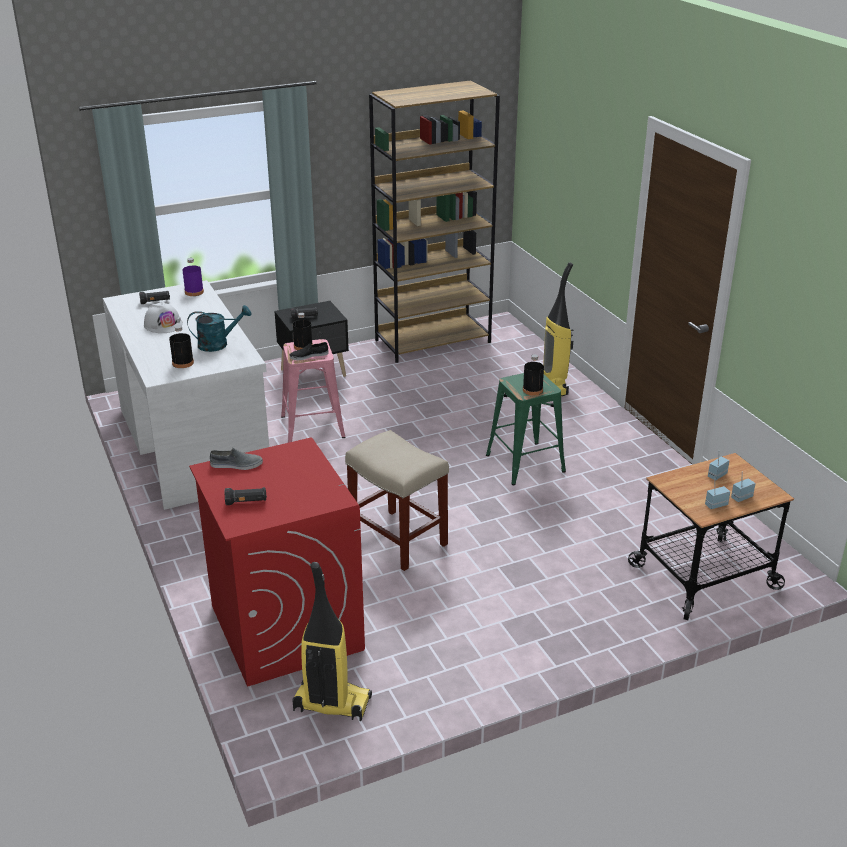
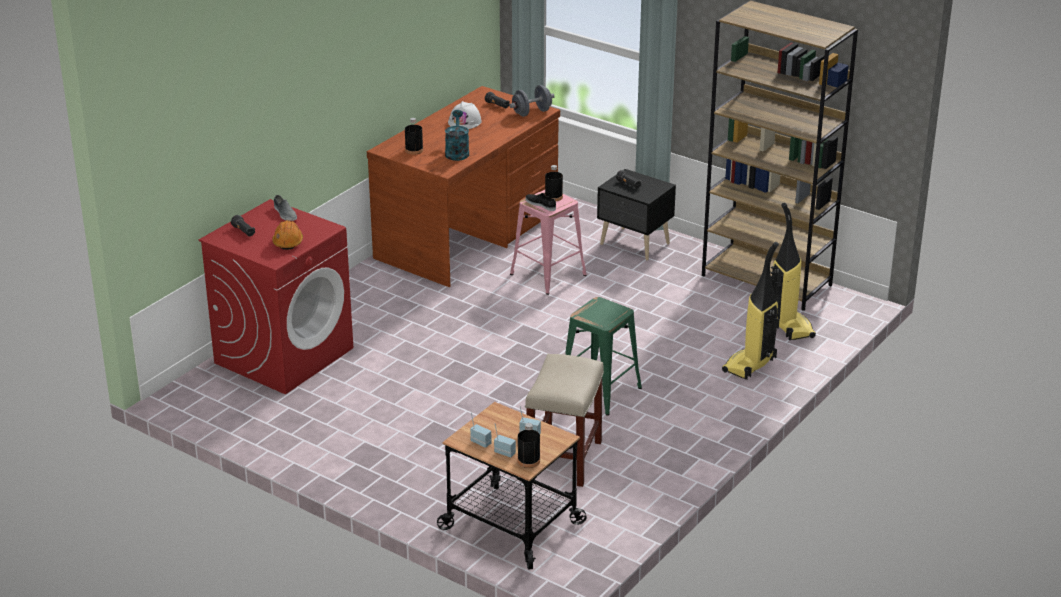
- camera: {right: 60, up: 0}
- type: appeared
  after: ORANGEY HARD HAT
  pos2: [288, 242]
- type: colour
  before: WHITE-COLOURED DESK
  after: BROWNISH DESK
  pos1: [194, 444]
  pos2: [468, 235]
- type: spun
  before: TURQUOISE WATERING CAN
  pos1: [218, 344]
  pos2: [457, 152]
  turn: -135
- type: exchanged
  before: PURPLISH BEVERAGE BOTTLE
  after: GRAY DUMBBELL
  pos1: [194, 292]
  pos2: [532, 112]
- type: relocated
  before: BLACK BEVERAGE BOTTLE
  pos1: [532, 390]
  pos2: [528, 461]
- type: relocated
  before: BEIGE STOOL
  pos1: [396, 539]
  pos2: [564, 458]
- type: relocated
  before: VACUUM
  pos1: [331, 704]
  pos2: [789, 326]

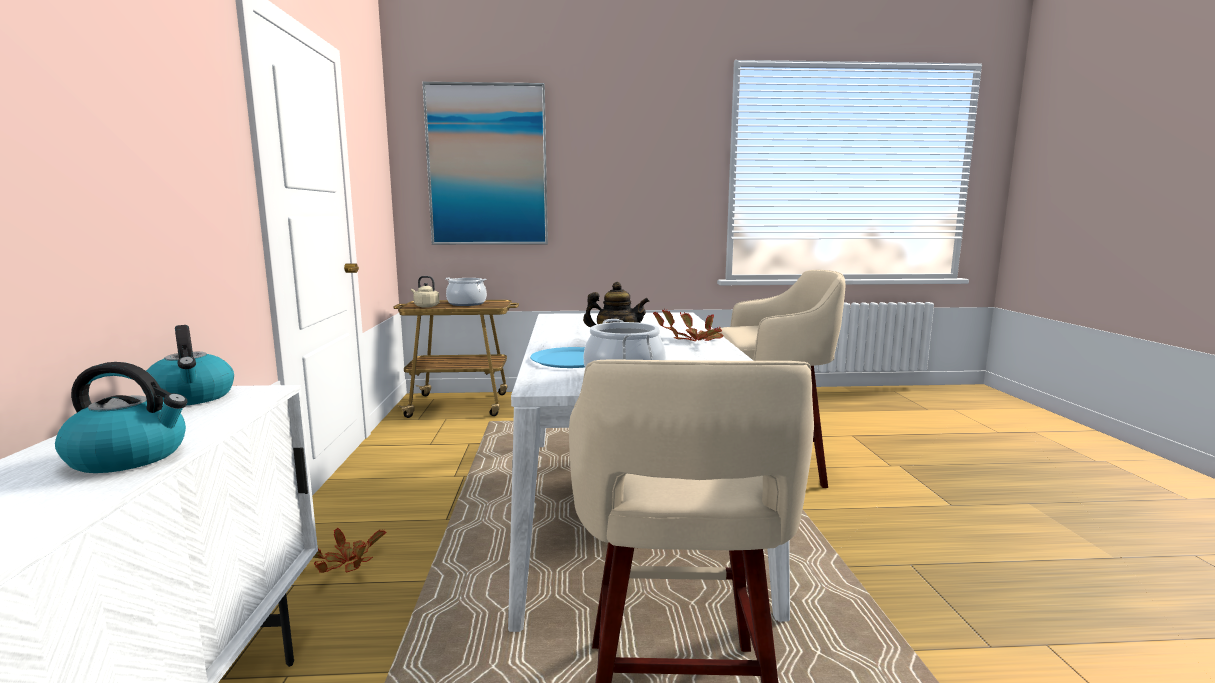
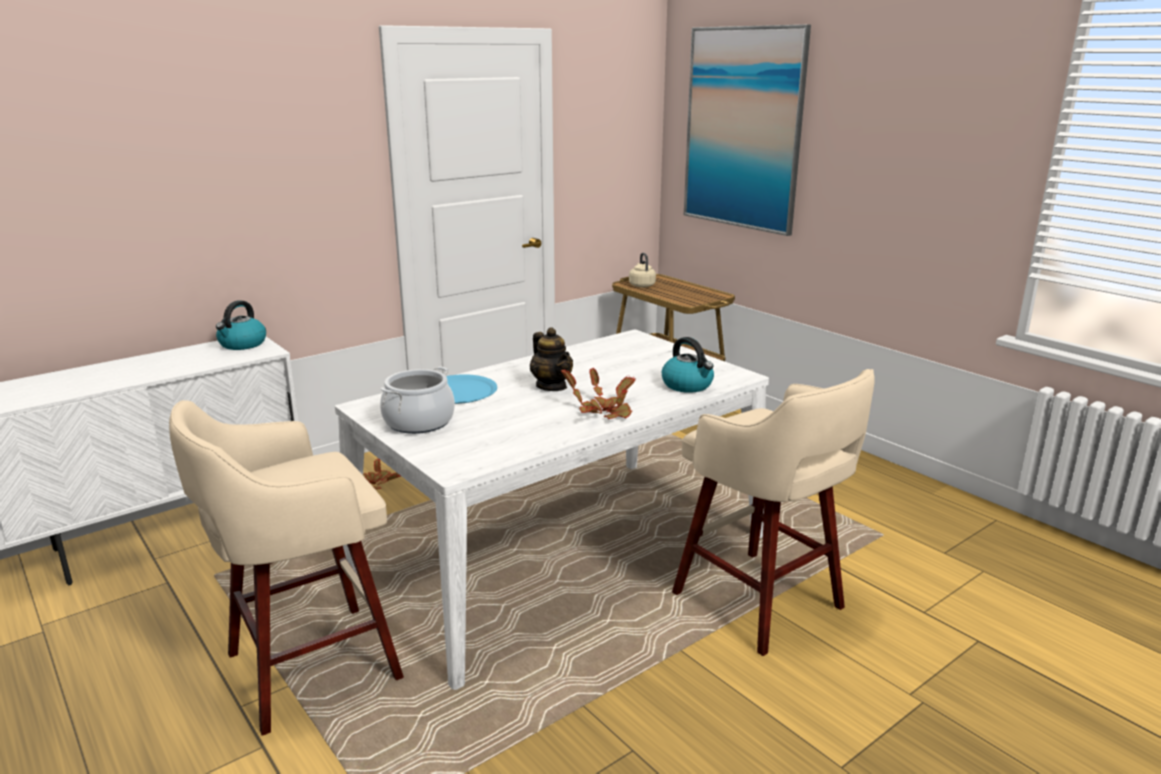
- camera: {right: 55, up: 10}
- type: relocated
  before: KETTLE
  pos1: [130, 457]
  pos2: [688, 385]
- type: missing
  before: SAUCEPOT
  pos1: [467, 304]

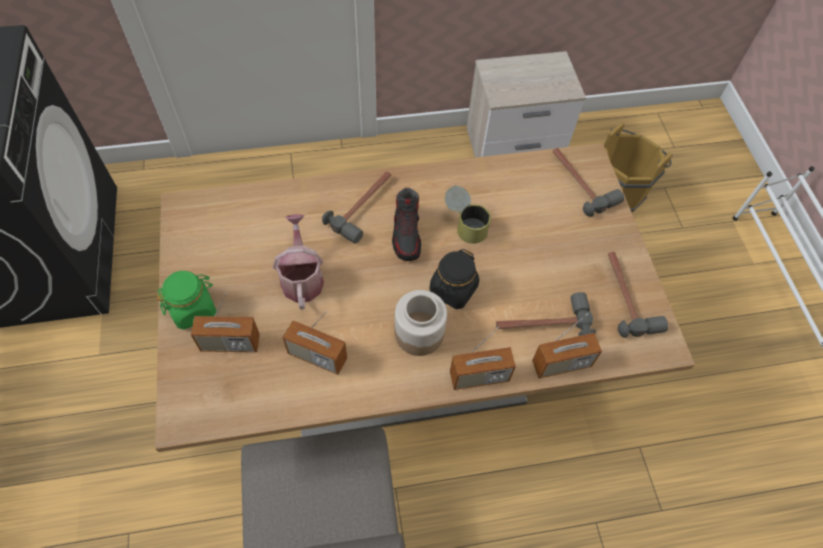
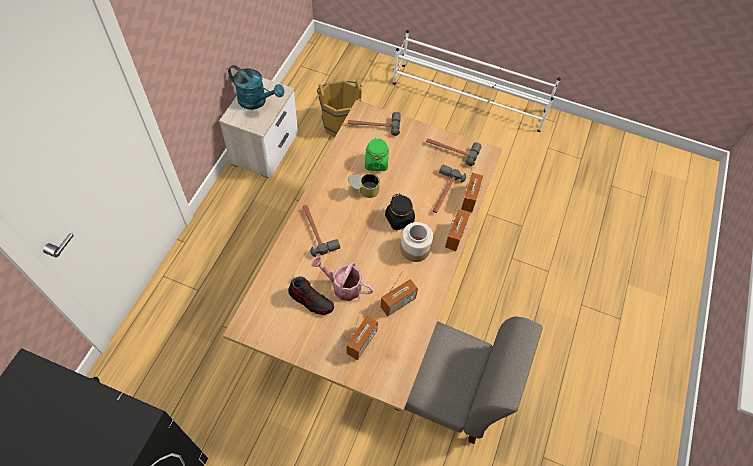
- camera: {right: -60, up: 0}
- type: appeared
  after: TURQUOISE WATERING CAN
  pos2: [256, 101]
- type: relocated
  before: LOW SHOE
  pos1: [407, 234]
  pos2: [311, 300]
- type: relocated
  before: GREEN-COLOURED JAR
  pos1: [193, 309]
  pos2: [376, 162]

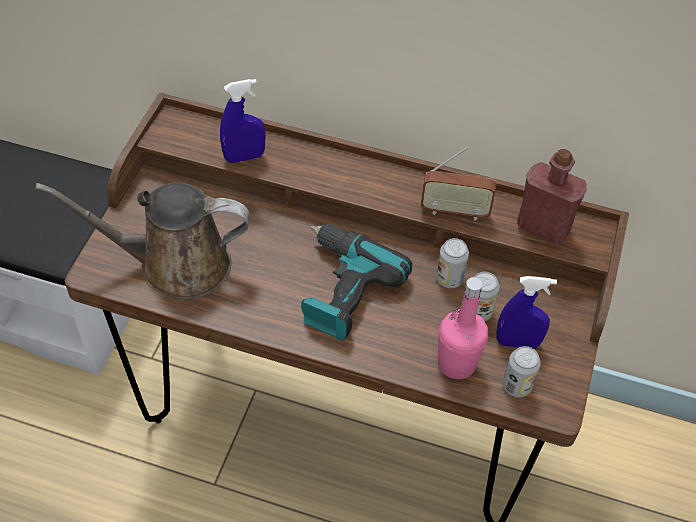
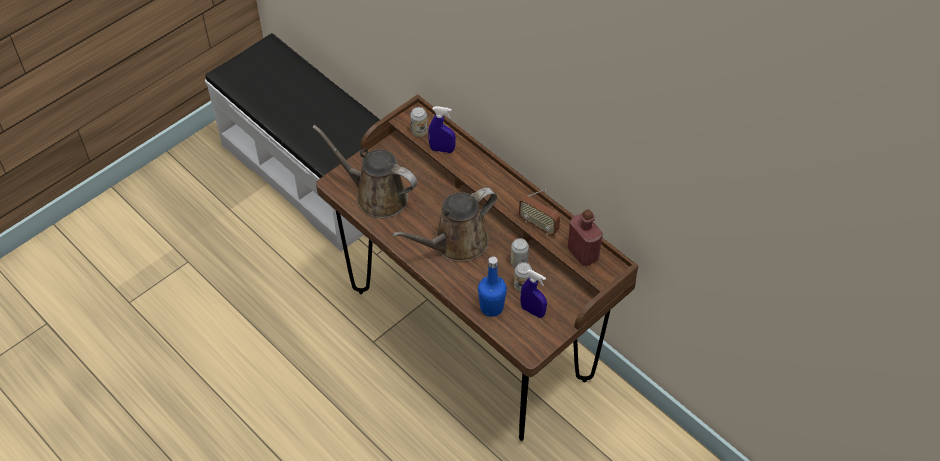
- camera: {right: 30, up: 0}
- type: exchanged
  before: ELECTRIC DRILL
  after: BROWNISH WATERING CAN
  pos1: [341, 289]
  pos2: [456, 243]
- type: relocated
  before: METAL CAN
  pos1: [516, 386]
  pos2: [419, 132]
- type: colour
  before: PINK BEVERAGE BOTTLE
  after: BLUE BEVERAGE BOTTLE
  pos1: [456, 363]
  pos2: [491, 307]

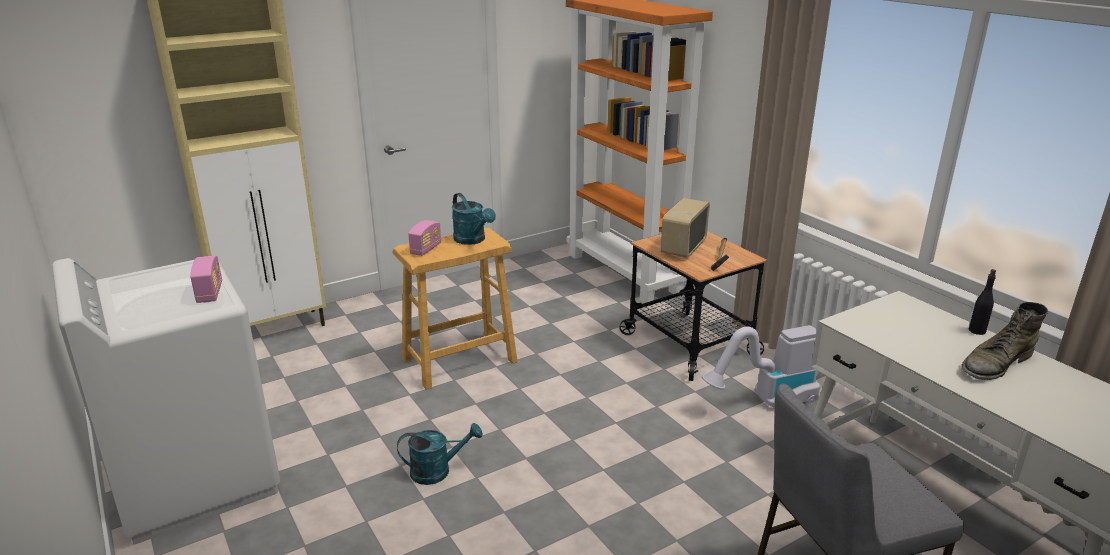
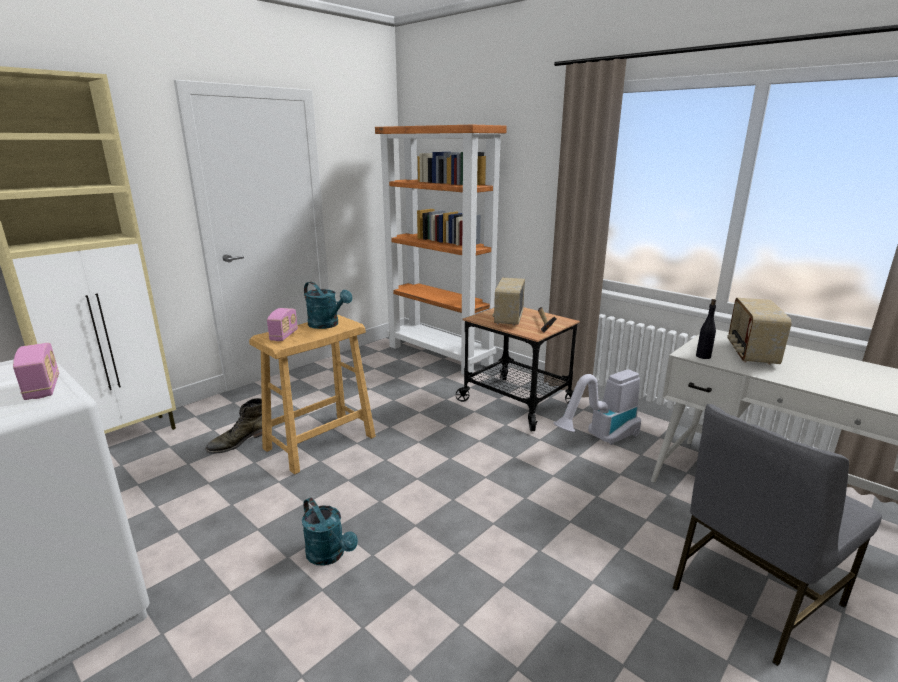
- camera: {right: -15, up: -5}
- type: relocated
  before: GREEN-COLOURED HIGH-TOP BOOT
  pos1: [995, 364]
  pos2: [239, 441]
- type: spun
  before: TURQUOISE WATERING CAN
  pos1: [438, 471]
  pos2: [329, 555]
  turn: 75
- type: relocated
  before: BLACK BEVERAGE BOTTLE
  pos1: [977, 331]
  pos2: [703, 356]
- type: appeared
  after: RADIO
  pos2: [750, 354]

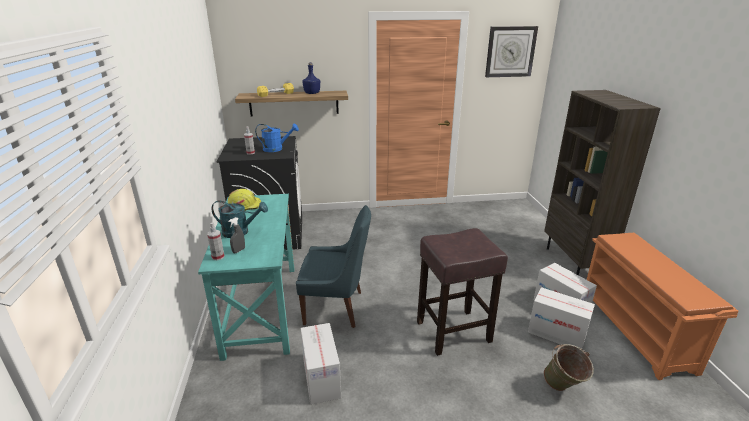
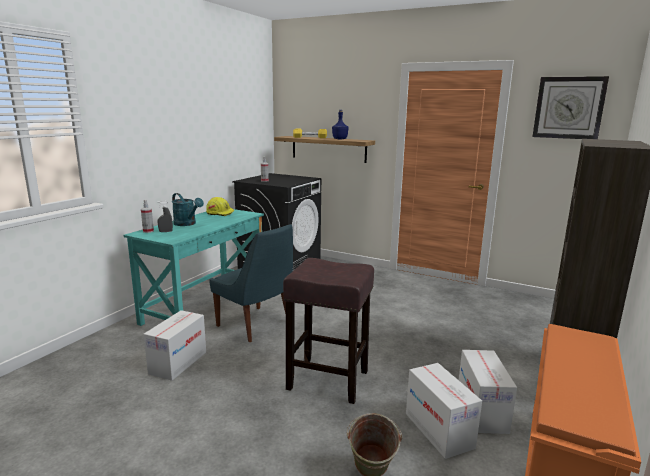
- camera: {right: 35, up: -10}
- type: missing
  before: BLUE WATERING CAN
  pos1: [276, 149]

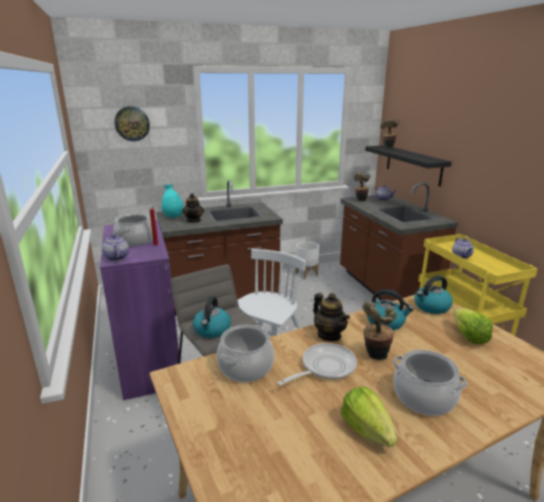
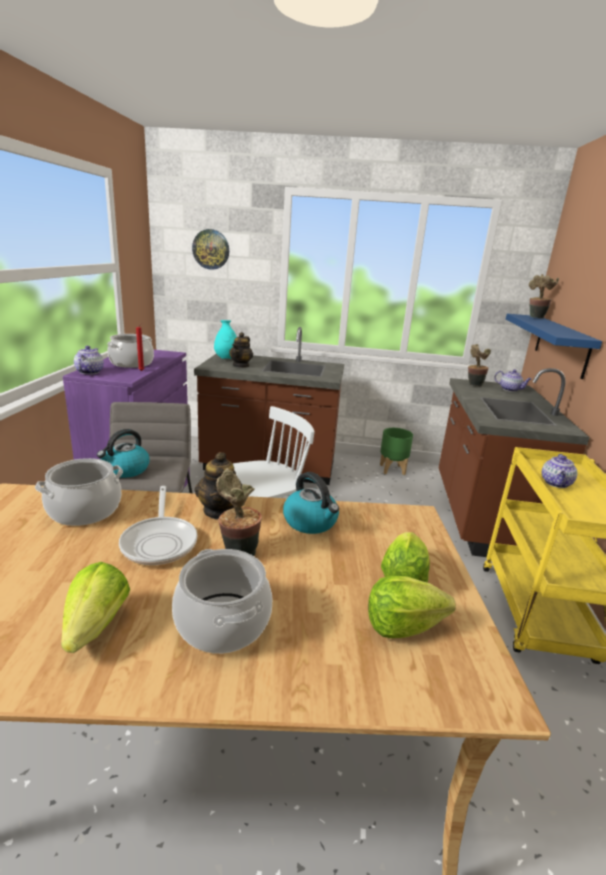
- camera: {right: 25, up: 0}
- type: spun
  before: SKILLET
  pos1: [324, 367]
  pos2: [160, 541]
  turn: 90
- type: appeared
  after: LETTUCE
  pos2: [402, 626]
- type: colour
  before: WHITE-COLOURED PLANTER
  after: GREEN-COLOURED PLANTER
  pos1: [307, 273]
  pos2: [392, 469]
- type: colour
  before: BLACK WALL SHELF
  after: BLUE WALL SHELF
  pos1: [413, 164]
  pos2: [561, 345]
- type: missing
  before: KETTLE
  pos1: [431, 307]

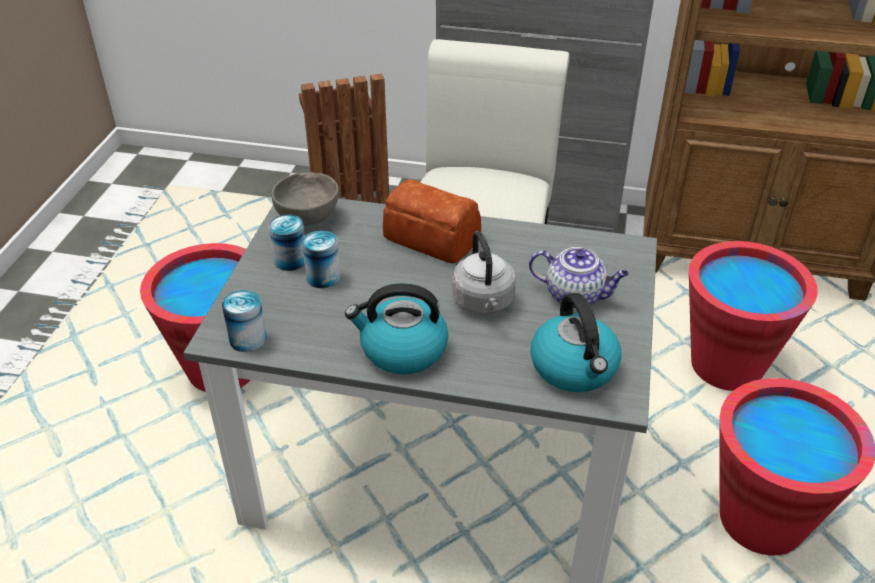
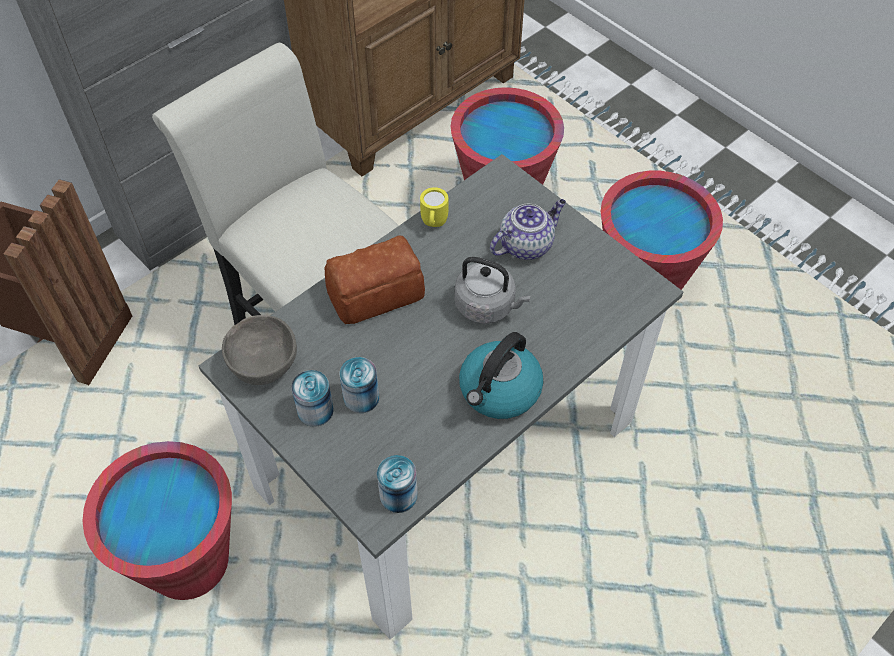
- camera: {right: -55, up: 15}
- type: appeared
  after: YELLOWISH MUG
  pos2: [434, 224]
- type: missing
  before: KETTLE
  pos1: [574, 368]

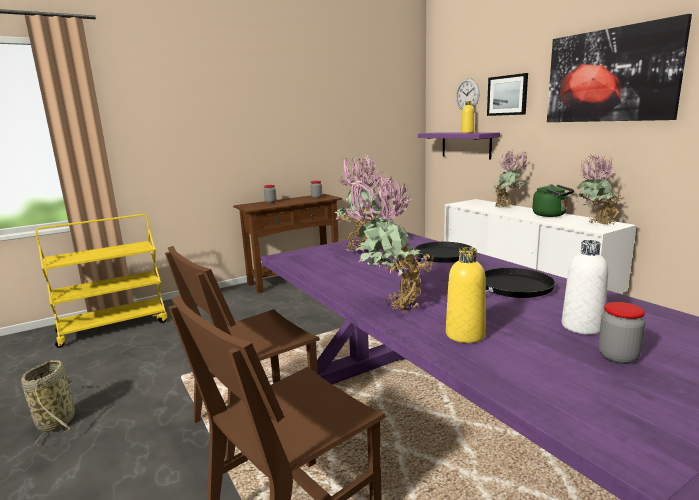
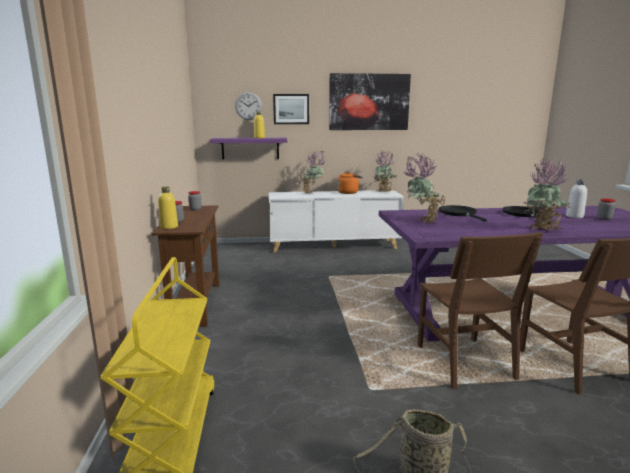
- camera: {right: -65, up: 0}
- type: relocated
  before: YELLOWISH BEVERAGE BOTTLE
  pos1: [465, 335]
  pos2: [169, 227]
- type: colour
  before: GREEN-COLOURED KETTLE
  after: ORANGEY KETTLE
  pos1: [551, 215]
  pos2: [349, 192]

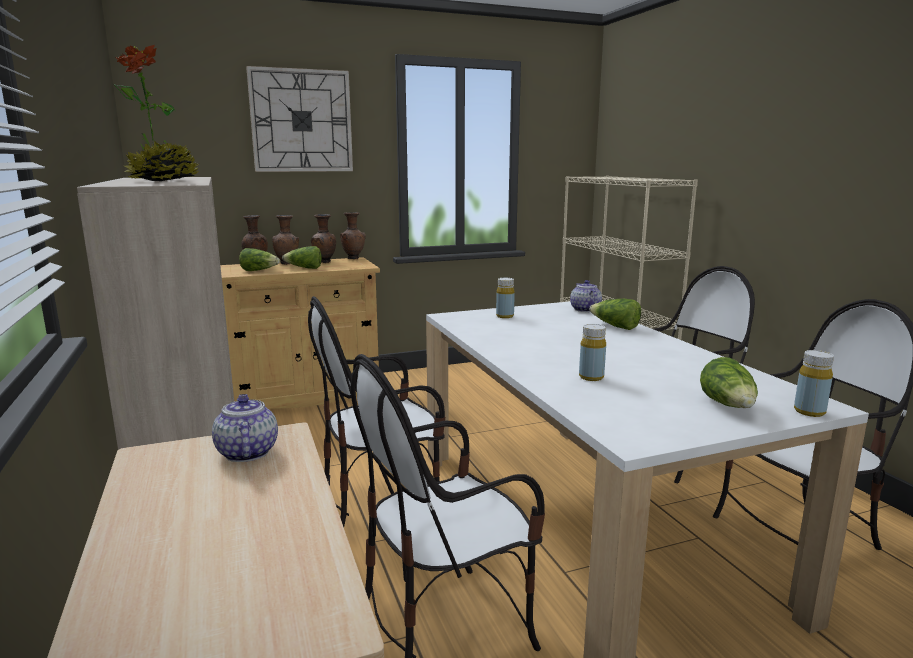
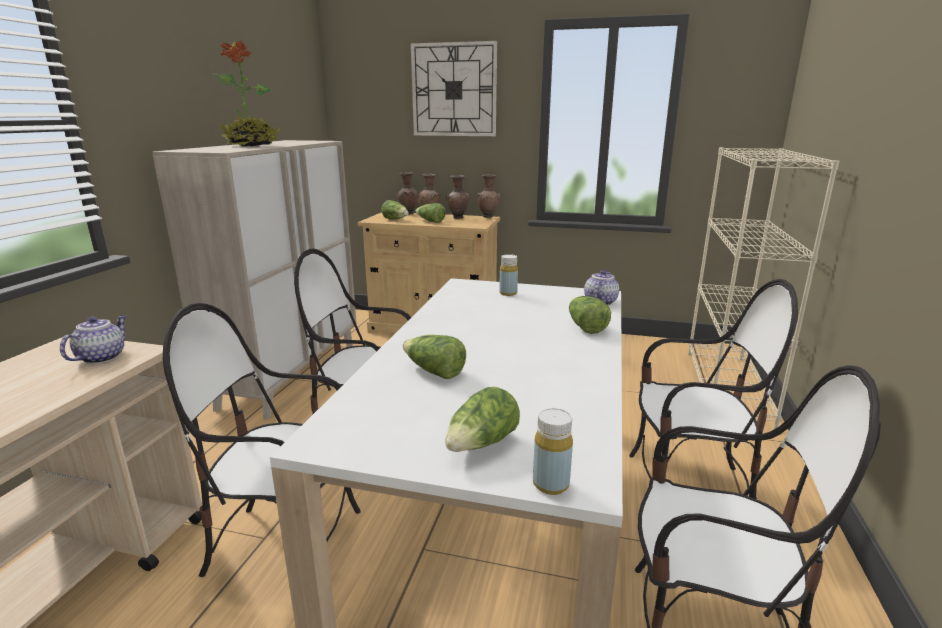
- camera: {right: 35, up: 5}
- type: exchanged
  before: YELLOWISH BEVERAGE BOTTLE
  after: LETTUCE
  pos1: [591, 377]
  pos2: [434, 372]

